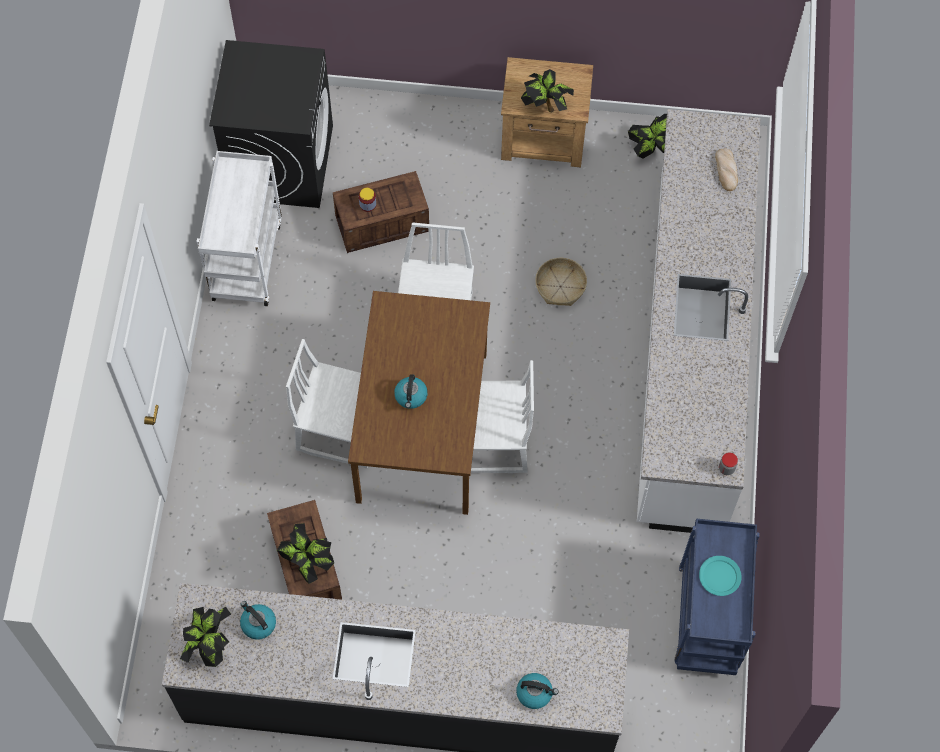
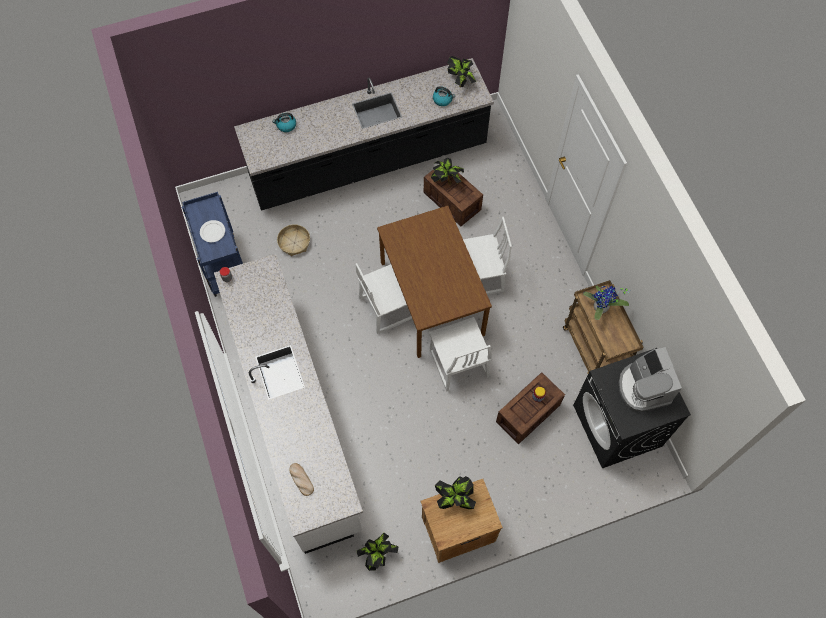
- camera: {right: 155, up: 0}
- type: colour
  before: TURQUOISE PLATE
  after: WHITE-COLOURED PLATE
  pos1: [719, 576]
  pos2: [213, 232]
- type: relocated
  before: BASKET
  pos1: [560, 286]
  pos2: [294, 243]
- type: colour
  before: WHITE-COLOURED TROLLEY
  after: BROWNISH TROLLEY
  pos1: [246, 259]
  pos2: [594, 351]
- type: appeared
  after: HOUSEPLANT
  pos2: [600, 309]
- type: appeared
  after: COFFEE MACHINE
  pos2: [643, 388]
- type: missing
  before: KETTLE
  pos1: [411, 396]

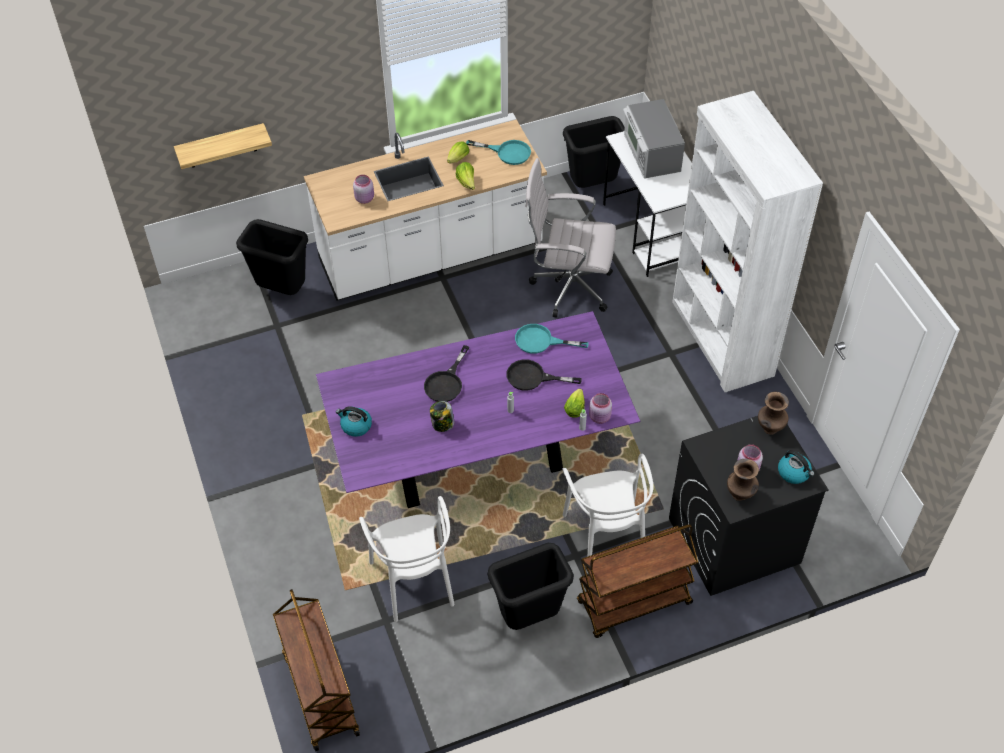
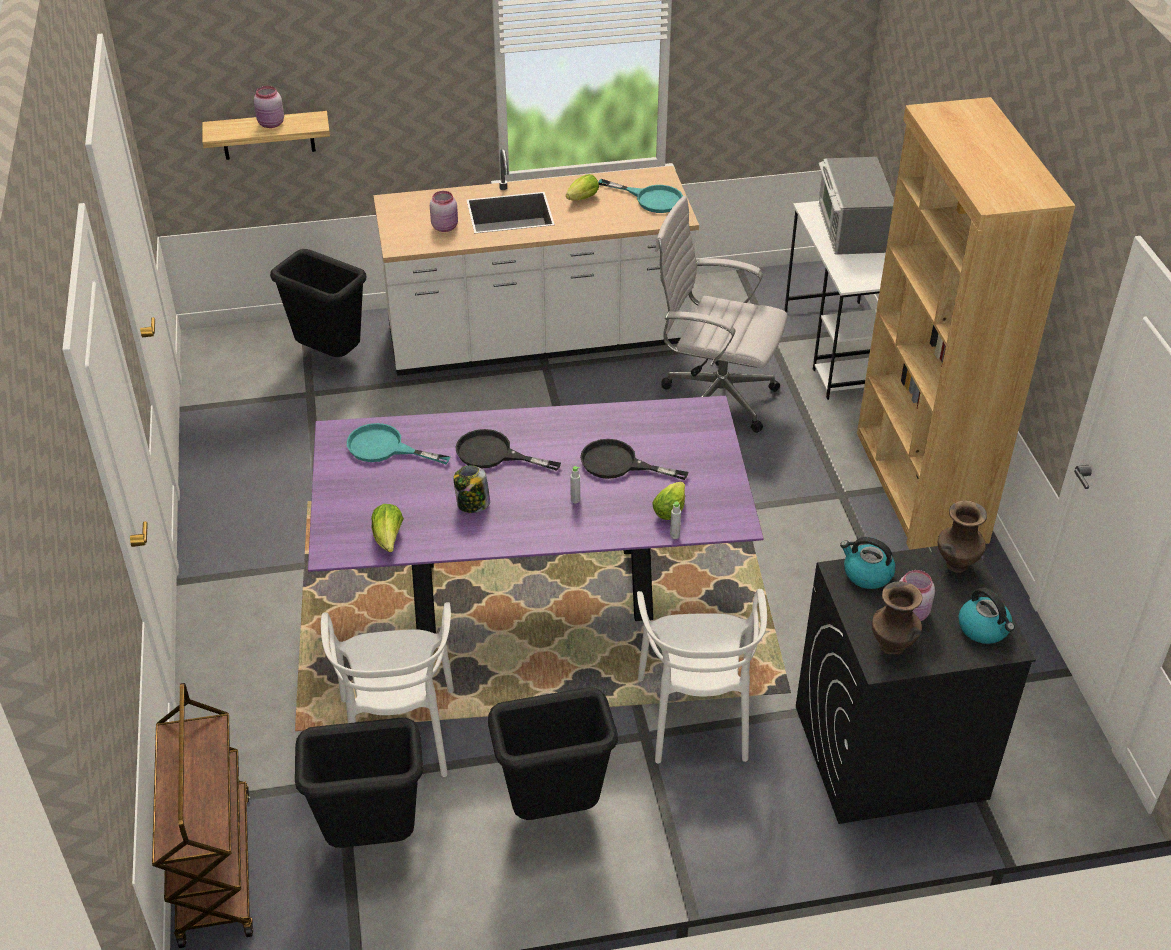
- camera: {right: 10, up: -10}
- type: relocated
  before: PINK JAR
  pos1: [600, 417]
  pos2: [271, 124]
- type: relocated
  before: BLACK TRASH CAN
  pos1: [592, 186]
  pos2: [371, 839]
- type: relocated
  before: TURQUOISE SKILLET
  pos1: [541, 341]
  pos2: [384, 448]
- type: relocated
  before: LETTUCE
  pos1: [467, 183]
  pos2: [388, 539]
- type: spun
  before: BLACK SKILLET
  pos1: [446, 382]
  pos2: [493, 454]
  turn: 75
- type: relocated
  before: KETTLE
  pos1: [355, 426]
  pos2: [866, 574]
- type: colour
  before: WHITE-COLOURED BOOKCASE
  after: BROWNISH BOOKCASE
  pos1: [721, 339]
  pos2: [919, 487]
- type: missing
  before: BROWNISH TROLLEY
  pos1: [633, 604]

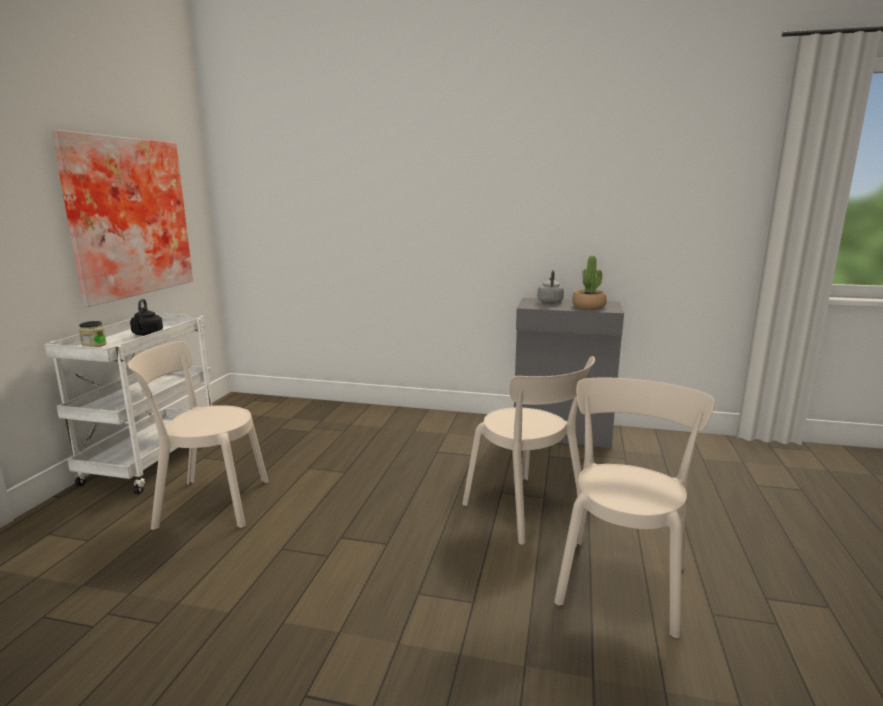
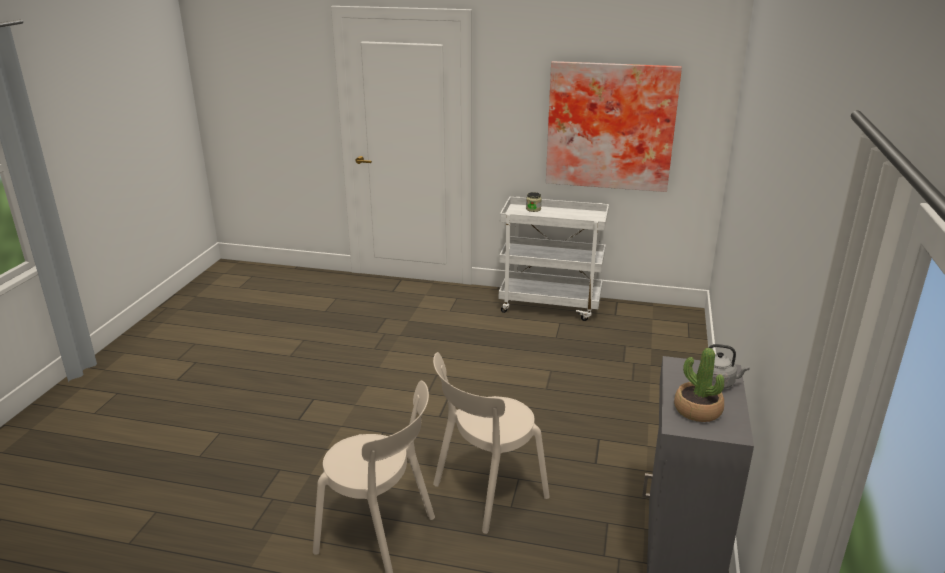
- camera: {right: 90, up: 10}
- type: missing
  before: BEIGE UPRIGHT CHAIR
  pos1: [208, 503]
- type: missing
  before: BLACK KETTLE
  pos1: [147, 334]

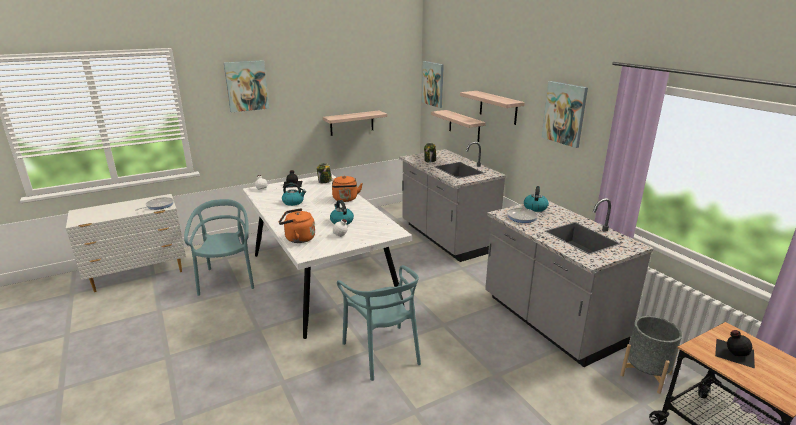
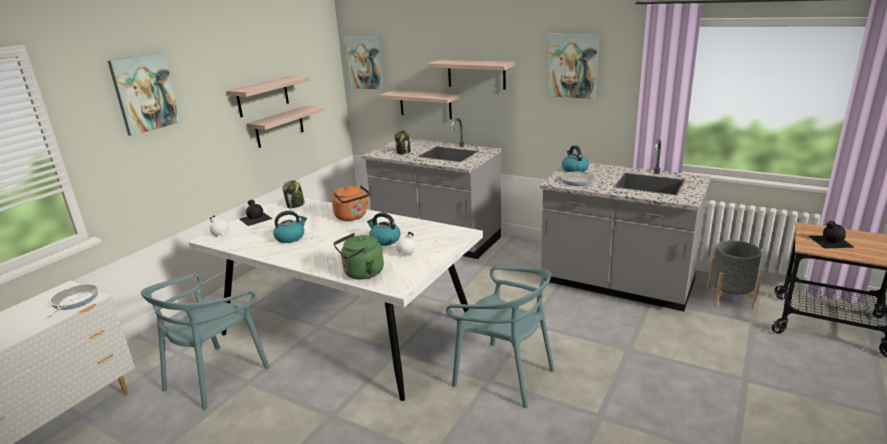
- camera: {right: -30, up: 0}
- type: spun
  before: TURQUOISE UPRIGHT CHAIR
  pos1: [227, 279]
  pos2: [216, 376]
  turn: -105
- type: appeared
  after: WALL SHELF
  pos2: [263, 96]
- type: colour
  before: ORANGEY KETTLE
  after: GREEN-COLOURED KETTLE
  pos1: [298, 238]
  pos2: [361, 273]

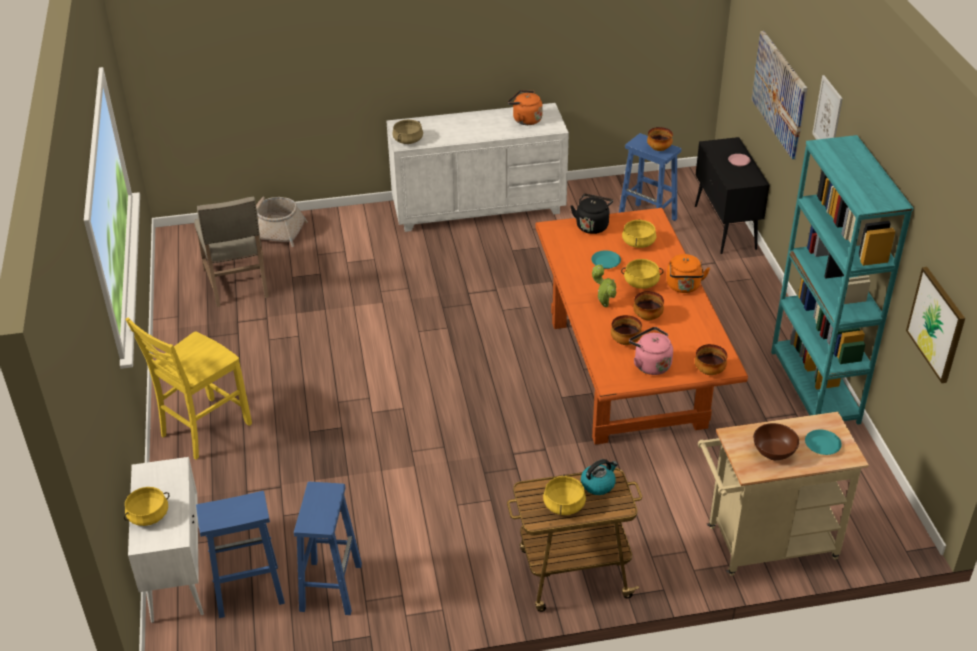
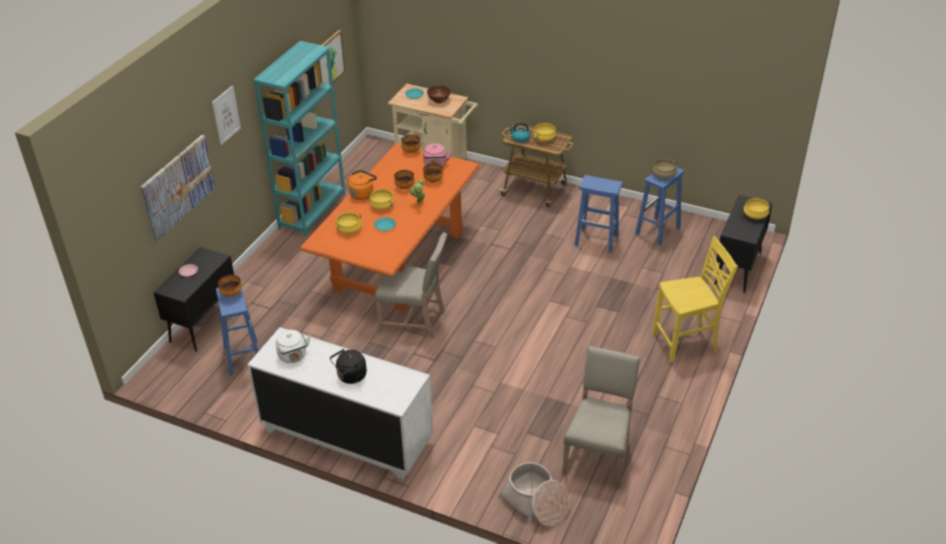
- camera: {right: -145, up: 0}
- type: colour
  before: ORANGEY KETTLE
  after: WHITE-COLOURED KETTLE
  pos1: [525, 119]
  pos2: [293, 356]
- type: relocated
  before: BLACK KETTLE
  pos1: [592, 225]
  pos2: [350, 377]
- type: appeared
  after: BEIGE UPRIGHT CHAIR
  pos2: [414, 320]
- type: relocated
  before: BLUE STOOL
  pos1: [247, 591]
  pos2: [597, 240]
- type: relocated
  before: BEIGE SAUCEPOT
  pos1: [408, 140]
  pos2: [663, 174]
- type: colour
  before: WHITE-COLOURED CUPBOARD
  after: BLACK CUPBOARD
  pos1: [177, 573]
  pos2: [737, 269]

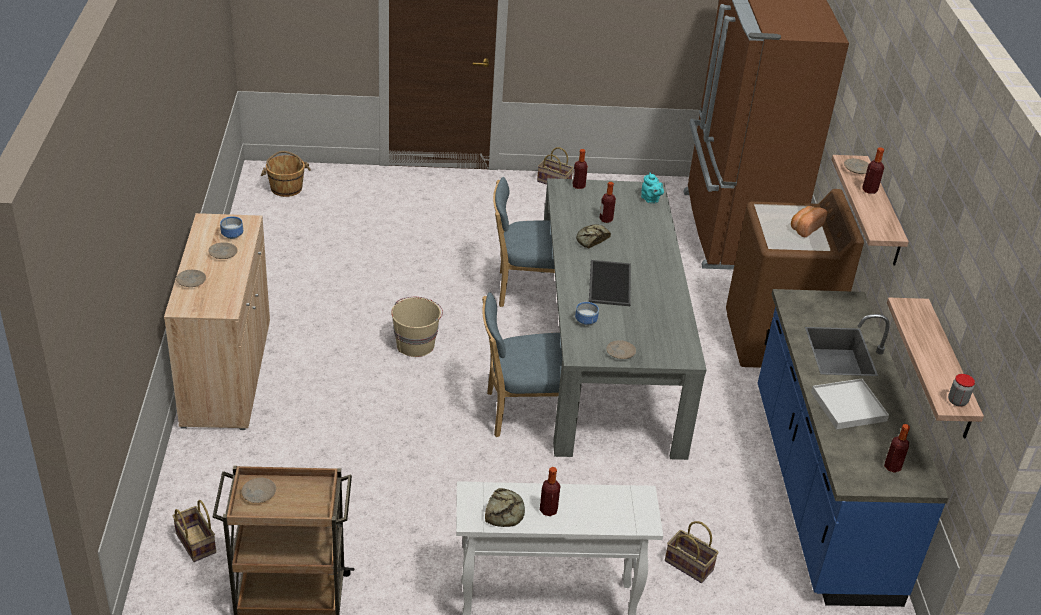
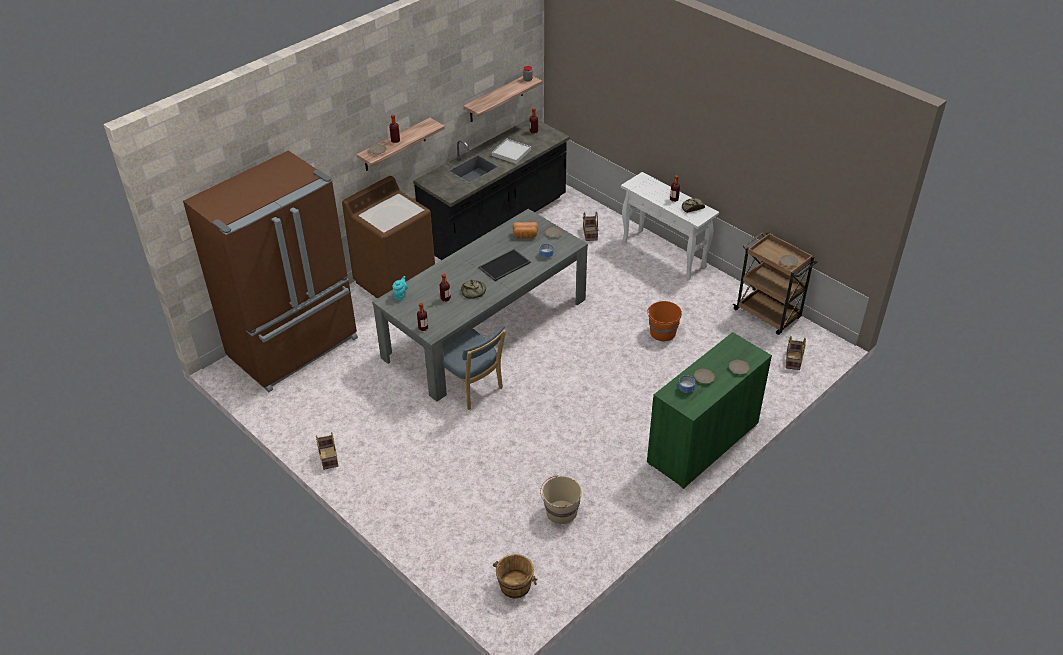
- camera: {right: -130, up: 5}
- type: colour
  before: BLUE KITCHEN BASE UNIT
  after: BLACK KITCHEN BASE UNIT
  pos1: [820, 492]
  pos2: [496, 223]
- type: relocated
  before: BAKED BREAD
  pos1: [805, 228]
  pos2: [525, 236]
- type: relocated
  before: BEIGE PAIL
  pos1: [415, 344]
  pos2: [560, 512]
- type: appeared
  after: ORANGEY PAIL
  pos2: [662, 333]
- type: colour
  before: BEIGE CUPBOARD
  after: GREEN-COLOURED CUPBOARD
  pos1: [227, 373]
  pos2: [703, 443]
- type: missing
  before: BLUE UPRIGHT CHAIR
  pos1: [521, 413]

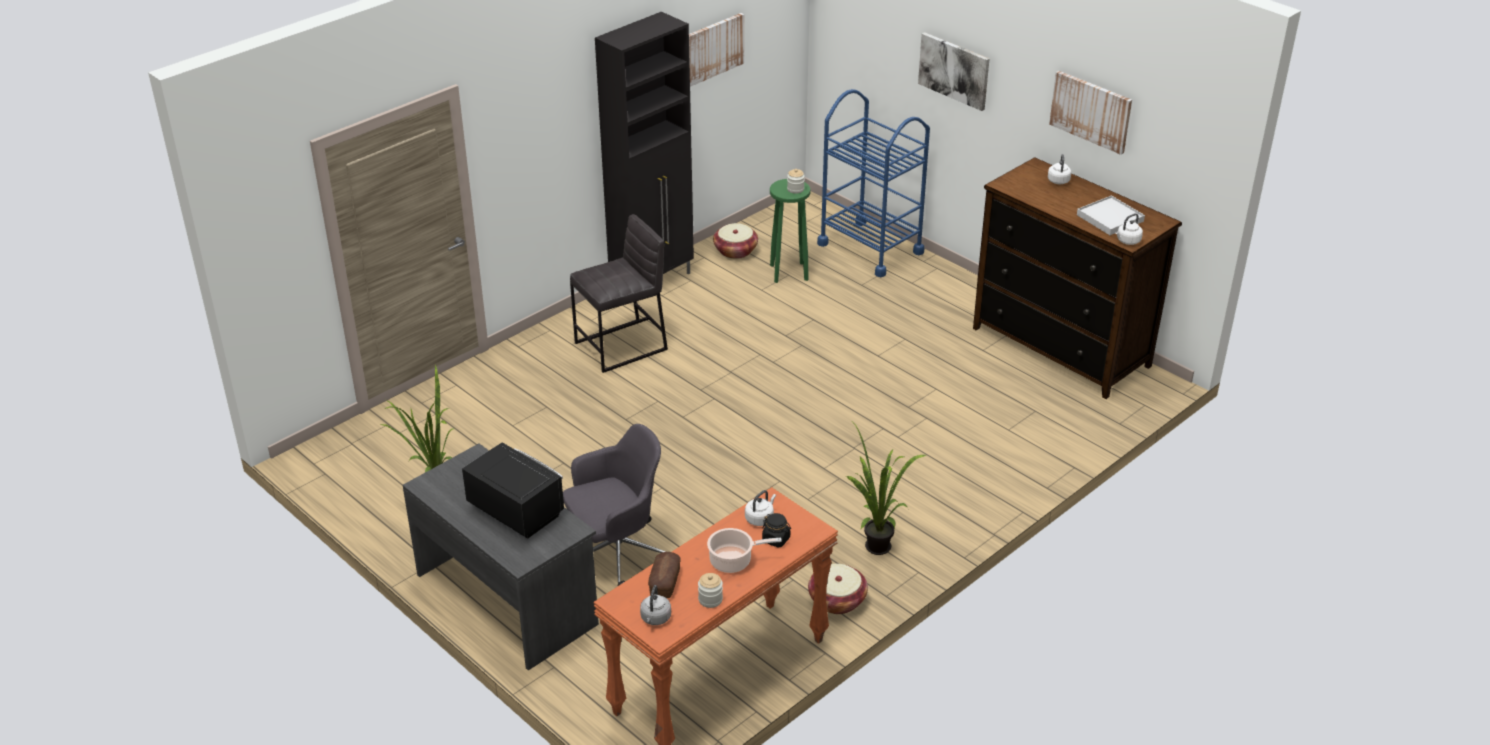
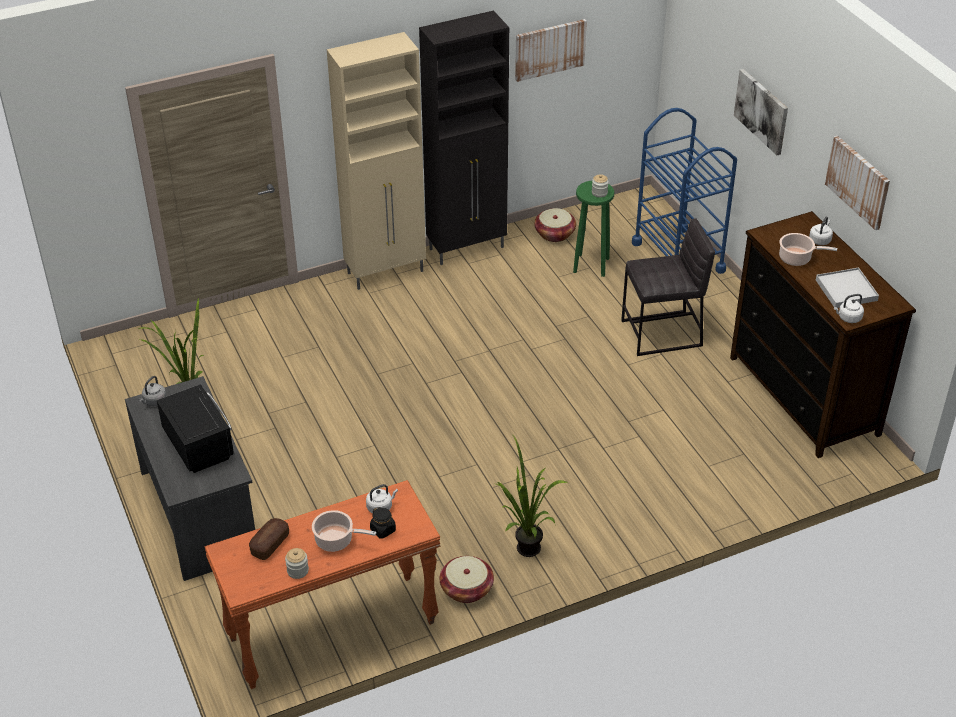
- camera: {right: 20, up: 5}
- type: relocated
  before: GRAY KETTLE
  pos1: [655, 619]
  pos2: [154, 401]
- type: appeared
  after: BEIGE CUPBOARD
  pos2: [386, 272]
- type: relocated
  before: GRAY STOOL
  pos1: [622, 346]
  pos2: [662, 334]
- type: appeared
  after: SAUCEPOT
  pos2: [797, 258]
- type: missing
  before: GRAY COMPUTER CHAIR
  pos1: [617, 553]

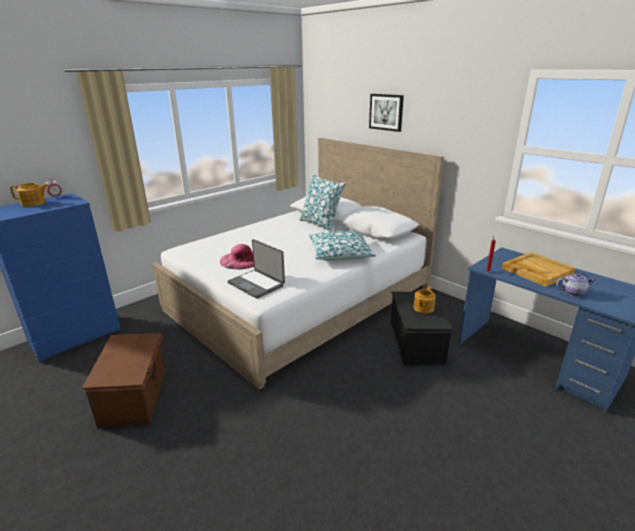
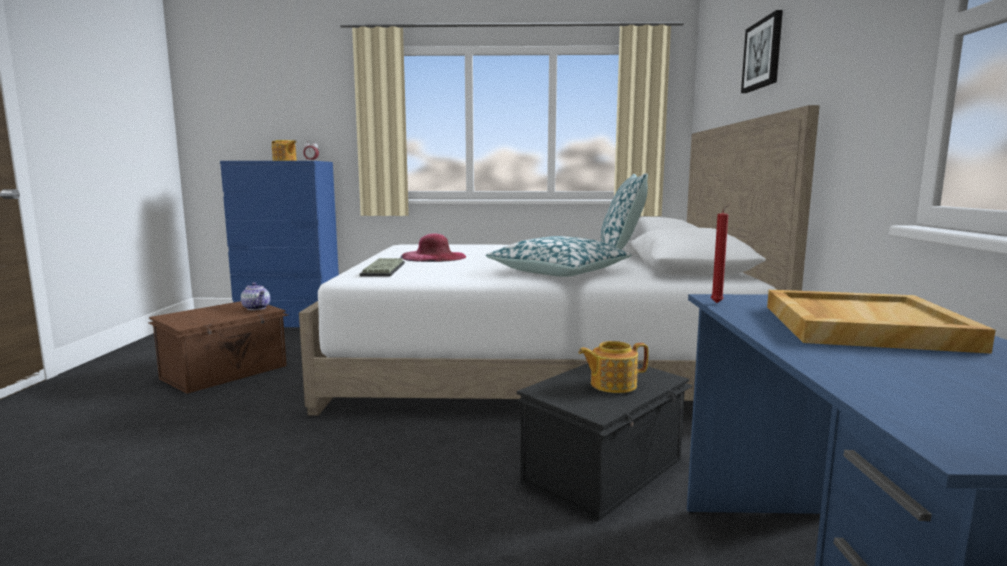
- camera: {right: 45, up: -15}
- type: relocated
  before: TEAPOT
  pos1: [572, 292]
  pos2: [256, 308]
- type: exchanged
  before: LAPTOP
  after: PC KEYBOARD
  pos1: [257, 284]
  pos2: [385, 269]

